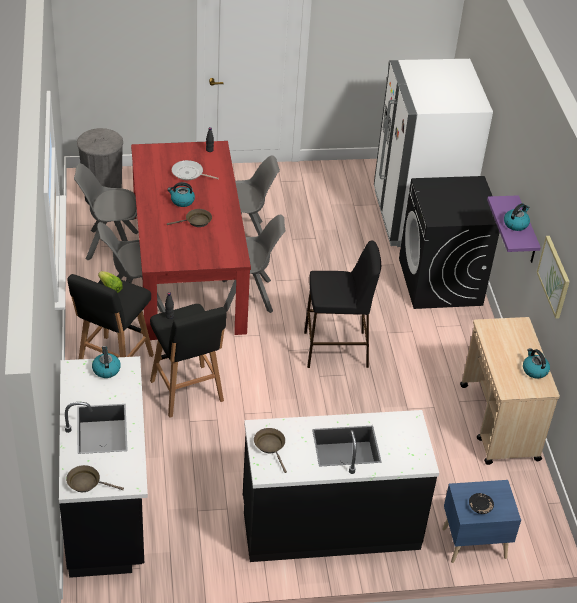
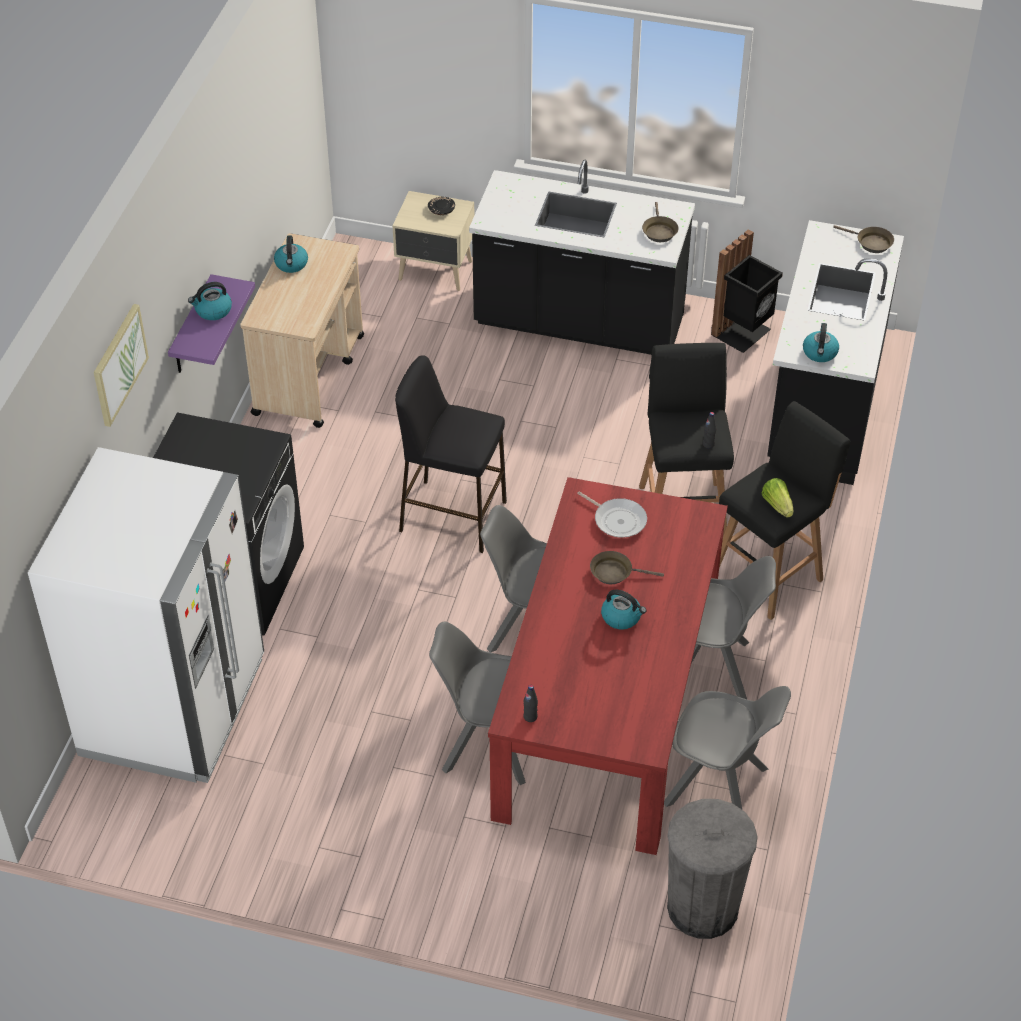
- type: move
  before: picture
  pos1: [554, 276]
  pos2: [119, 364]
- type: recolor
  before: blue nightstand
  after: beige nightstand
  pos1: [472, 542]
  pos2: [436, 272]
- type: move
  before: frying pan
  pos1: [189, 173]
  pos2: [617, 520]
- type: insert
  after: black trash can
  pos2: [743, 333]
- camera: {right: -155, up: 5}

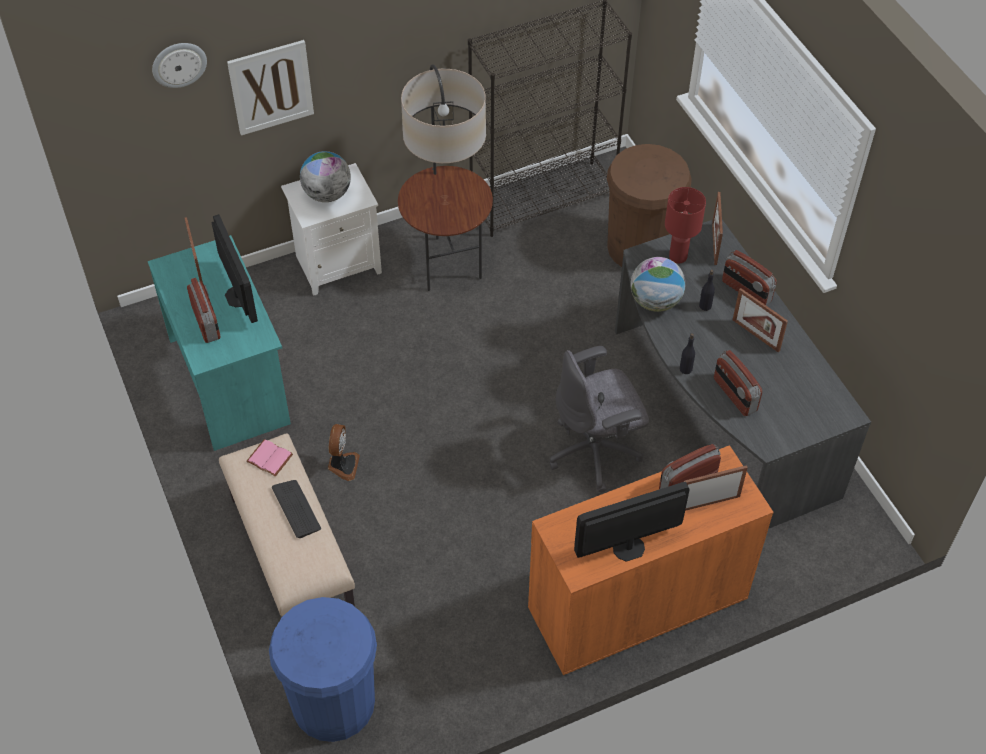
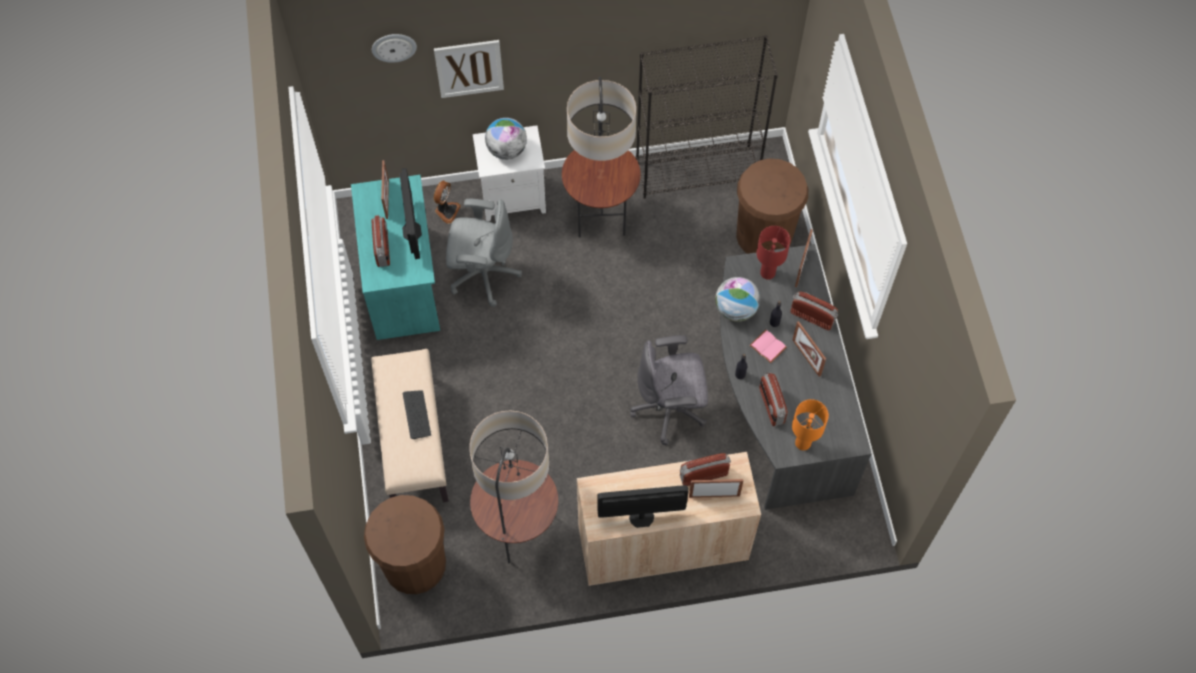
- type: recolor
  before: blue trash can
  after: brown trash can
  pos1: [333, 702]
  pos2: [414, 564]
- type: move
  before: fan
  pos1: [342, 465]
  pos2: [446, 211]
- type: insert
  after: grey office chair
  pos2: [483, 274]
- type: insert
  after: floor lamp
  pos2: [518, 531]
- type: recolor
  before: orange cabinet
  after: beige cabinet
  pos1: [637, 604]
  pos2: [662, 543]
- type: move
  before: pink book
  pos1: [268, 459]
  pos2: [767, 347]
- type: rotate
  before: radio
  pos1: [746, 291]
  pos2: [812, 317]
  turn: 150
- type: insert
  after: orange table lamp
  pos2: [802, 443]
- camera: {right: 15, up: 10}

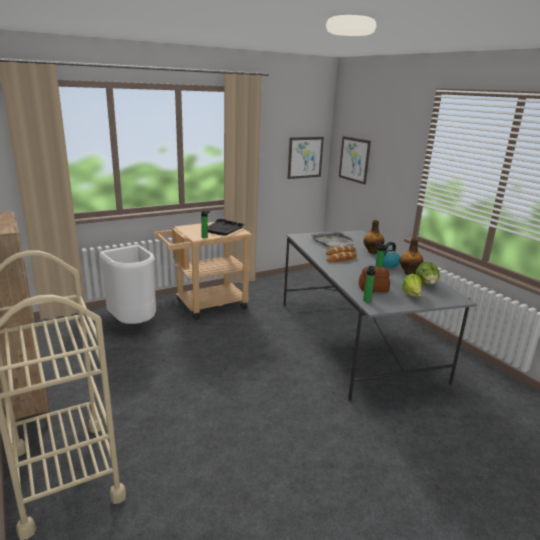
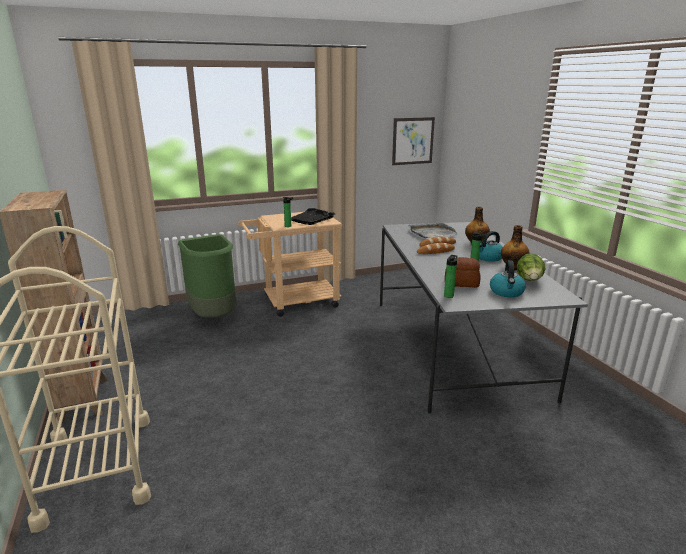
- type: recolor
  before: white trash can
  after: green trash can
  pos1: [134, 322]
  pos2: [214, 317]
- type: replace
  before: lettuce
  after: kettle
  pos1: [412, 295]
  pos2: [506, 292]
- type: delete
  before: picture
  pos1: [354, 159]
- camera: {right: 10, up: 0}

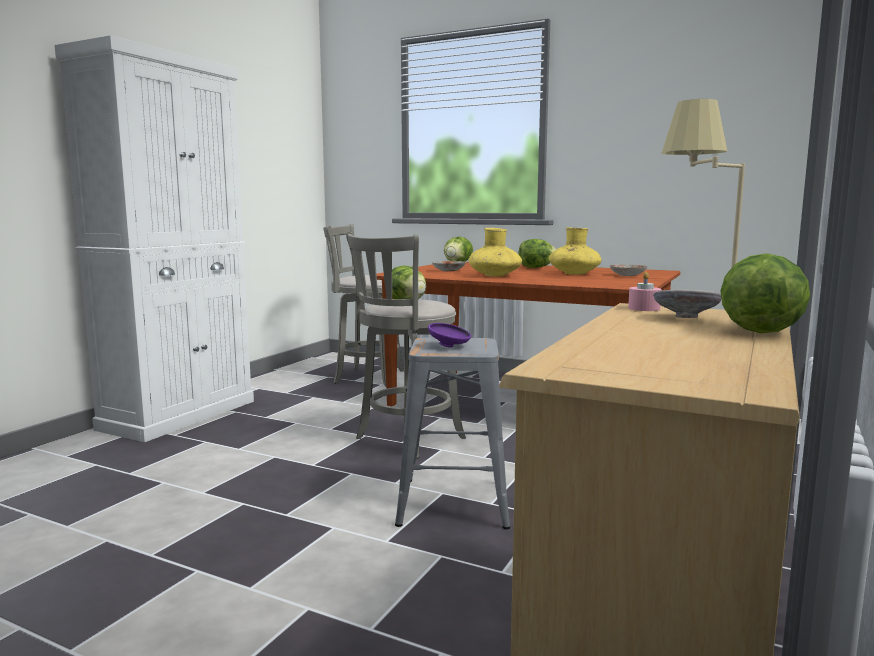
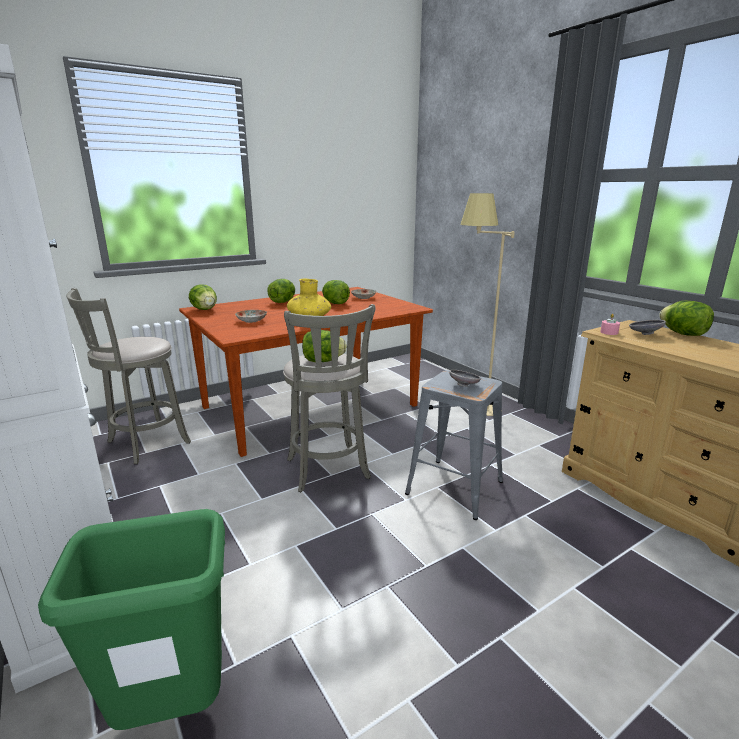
- type: insert
  after: green trash can
  pos2: [174, 711]
- type: replace
  before: yellow vase
  after: lettuce
  pos1: [574, 274]
  pos2: [335, 303]
- type: recolor
  before: purple bowl
  after: grey bowl
  pos1: [450, 346]
  pos2: [464, 385]
- camera: {right: -60, up: 10}

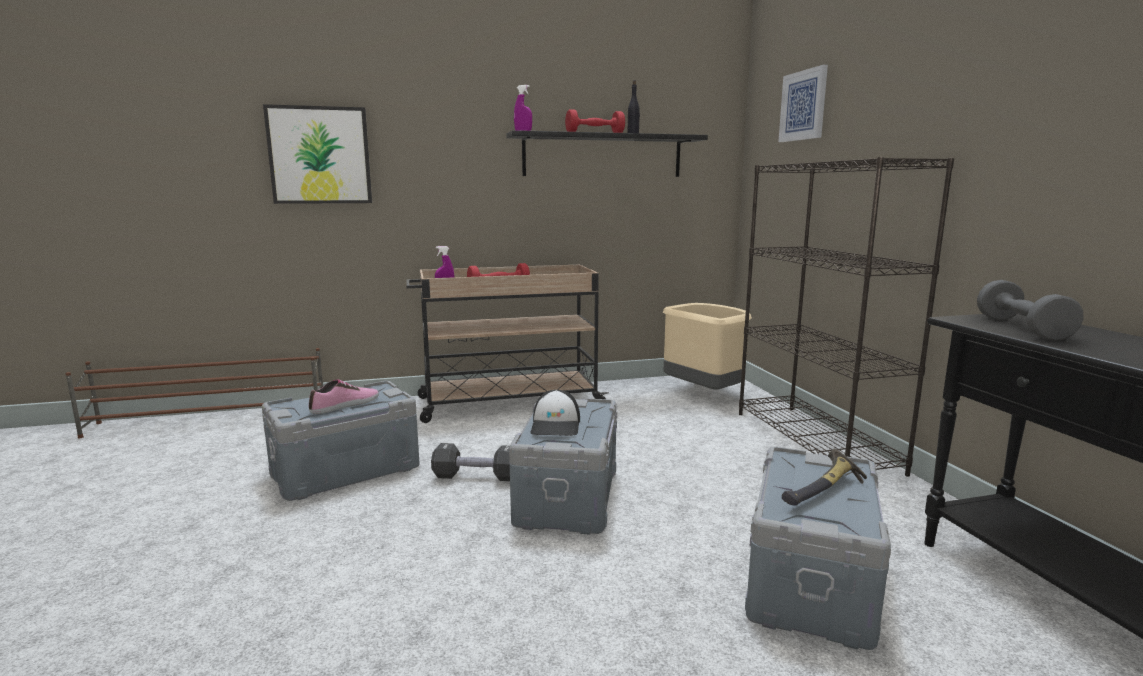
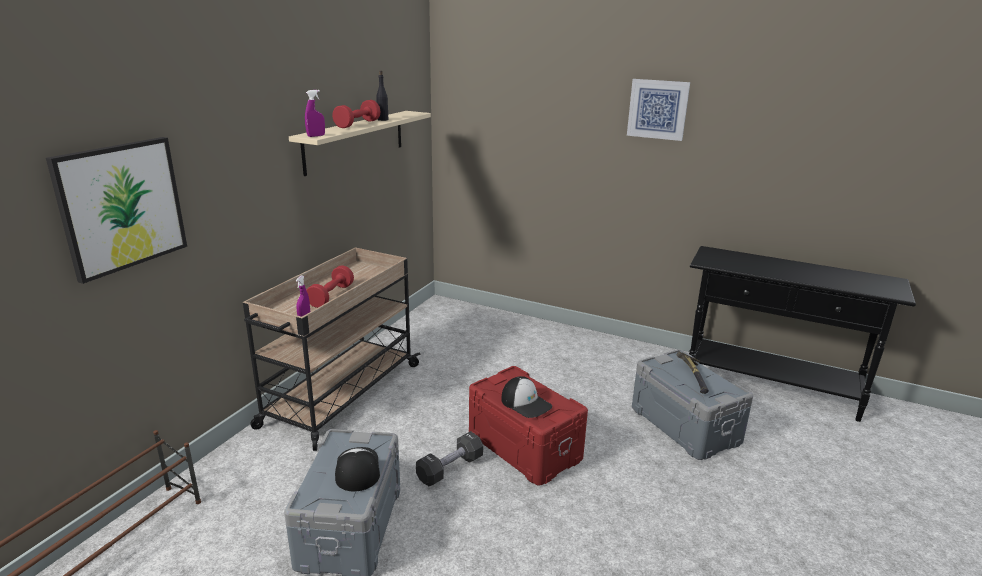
- type: recolor
  before: black shelf
  after: beige shelf
  pos1: [603, 156]
  pos2: [355, 141]
- type: replace
  before: shoe
  after: cap
  pos1: [345, 405]
  pos2: [357, 469]
- type: recolor
  before: grey storage box
  after: red storage box
  pos1: [569, 496]
  pos2: [525, 446]
- type: move
  before: picture
  pos1: [803, 105]
  pos2: [658, 109]
- type: delete
  before: beige trash can
  pos1: [703, 393]
- type: delete
  before: black bookcase
  pos1: [815, 441]
- type: delete
  before: grey dumbbell
  pos1: [1022, 328]
- camera: {right: -50, up: 10}

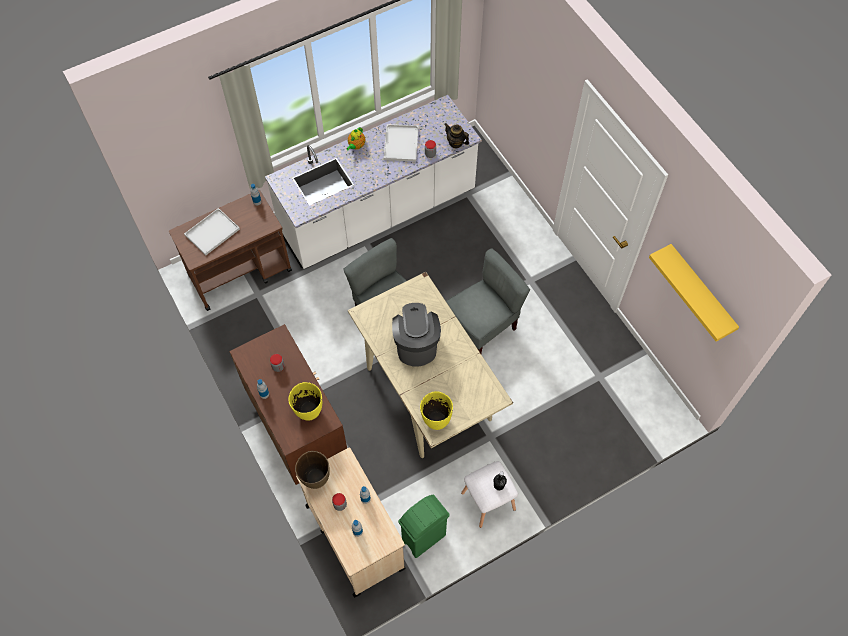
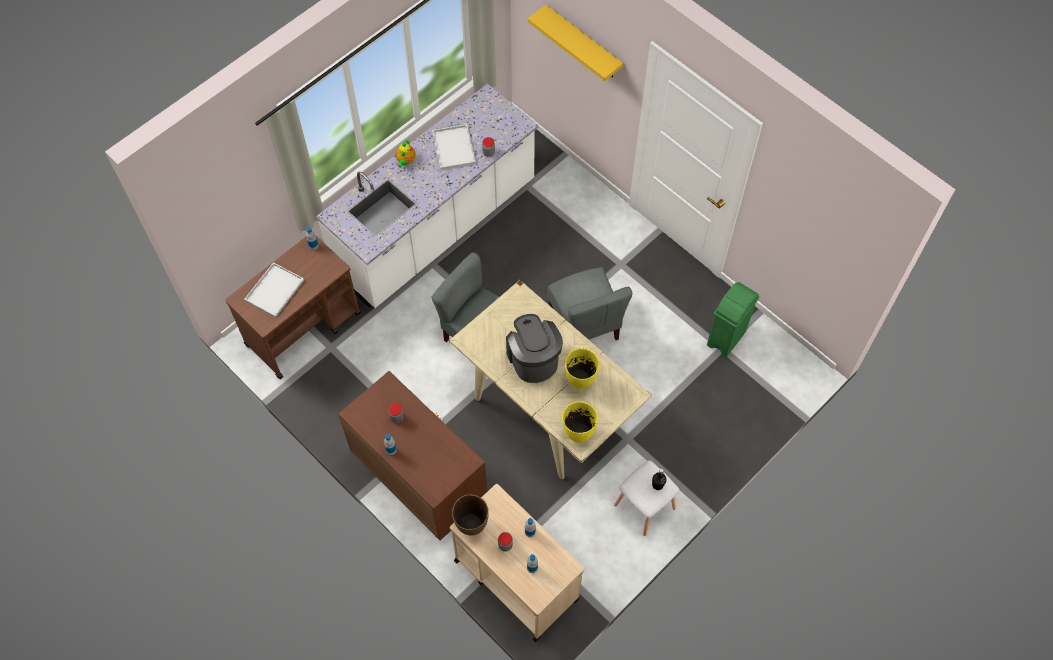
- type: move
  before: yellow shelf
  pos1: [700, 292]
  pos2: [583, 43]
- type: rotate
  before: grey chair
  pos1: [482, 326]
  pos2: [585, 325]
  turn: 120
- type: move
  before: yellow vase
  pos1: [309, 412]
  pos2: [580, 380]
- type: move
  before: green trash can
  pos1: [424, 537]
  pos2: [726, 338]
- type: delete
  before: teapot
  pos1: [456, 143]
- camera: {right: -15, up: 0}

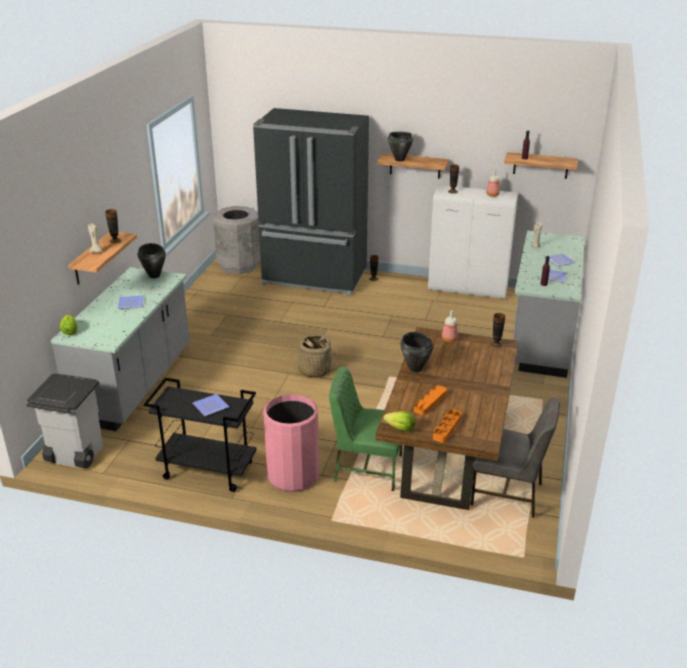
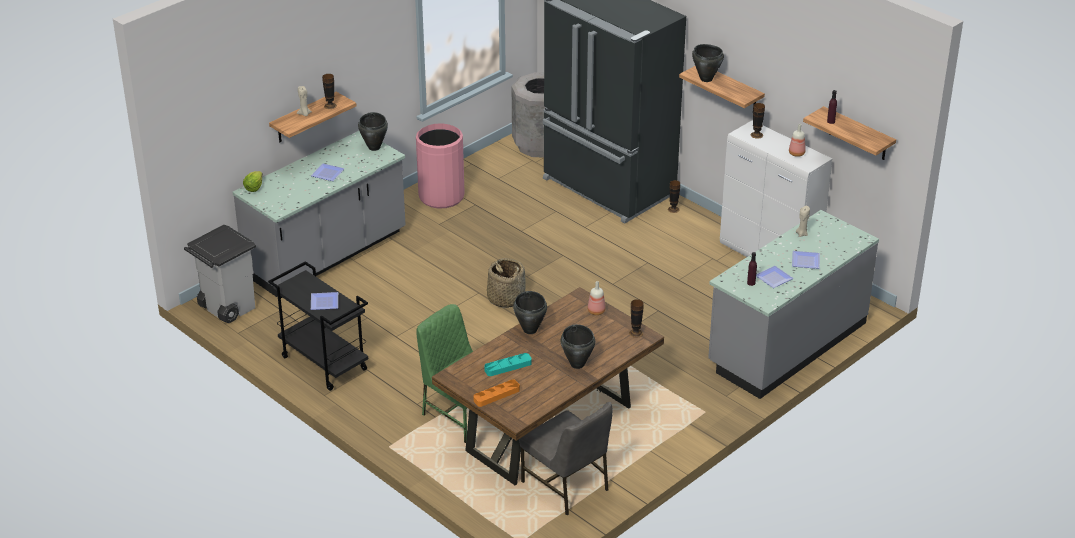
- type: move
  before: pink trash can
  pos1: [293, 475]
  pos2: [441, 196]
- type: recolor
  before: orange tray
  after: turquoise tray
  pos1: [430, 402]
  pos2: [508, 367]
- type: insert
  after: black cooking pot
  pos2: [577, 364]
- type: delete
  before: lettuce
  pos1: [400, 428]
- camera: {right: 30, up: 5}

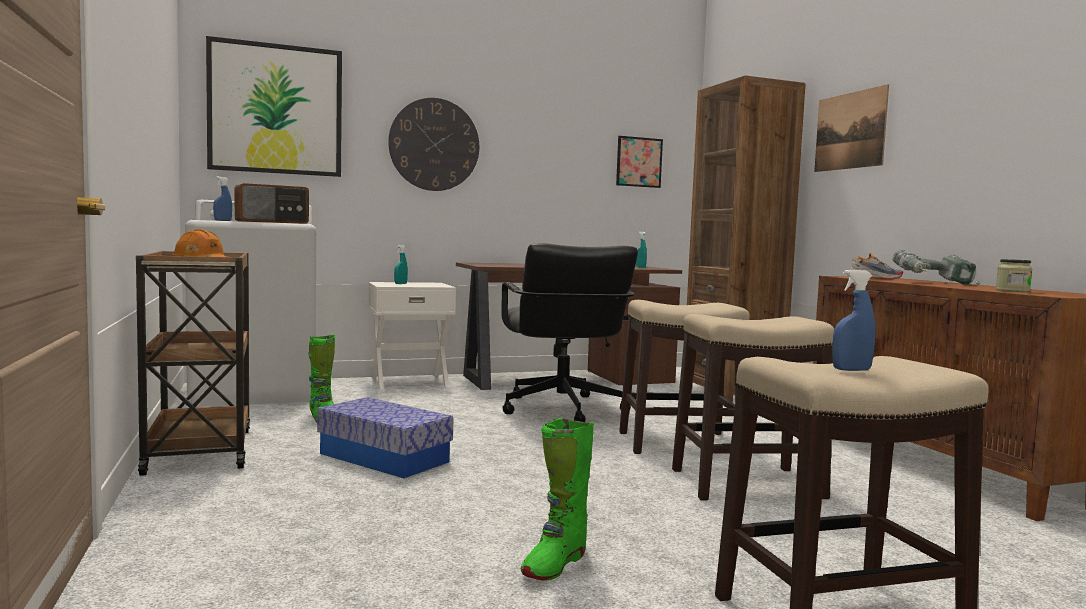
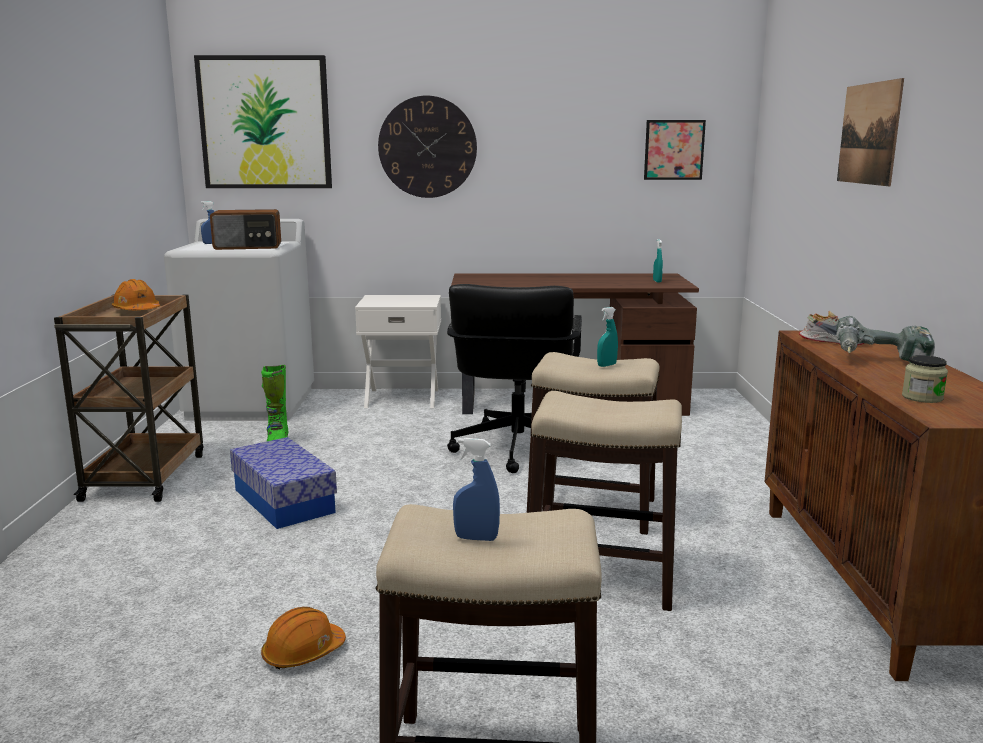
- type: replace
  before: green boot
  after: orange hard hat
  pos1: [554, 565]
  pos2: [303, 653]
- type: move
  before: turquoise spray bottle
  pos1: [400, 284]
  pos2: [606, 365]
- type: delete
  before: brown bookcase
  pos1: [732, 394]
- camera: {right: 20, up: 10}

